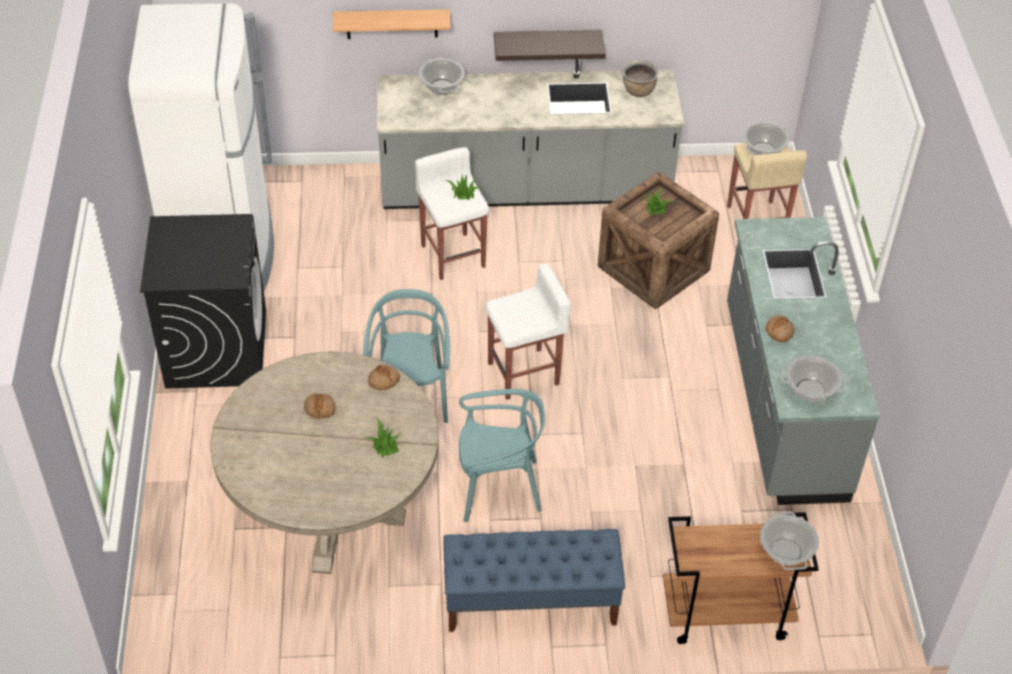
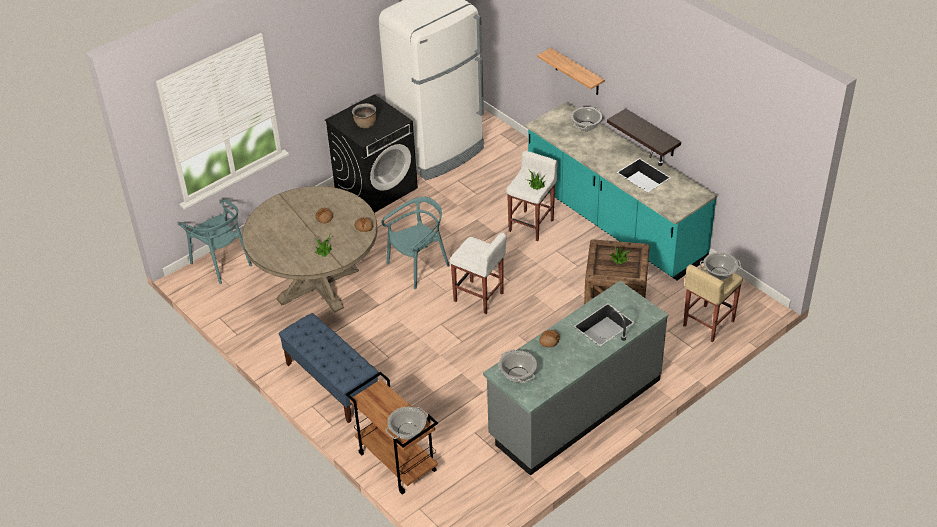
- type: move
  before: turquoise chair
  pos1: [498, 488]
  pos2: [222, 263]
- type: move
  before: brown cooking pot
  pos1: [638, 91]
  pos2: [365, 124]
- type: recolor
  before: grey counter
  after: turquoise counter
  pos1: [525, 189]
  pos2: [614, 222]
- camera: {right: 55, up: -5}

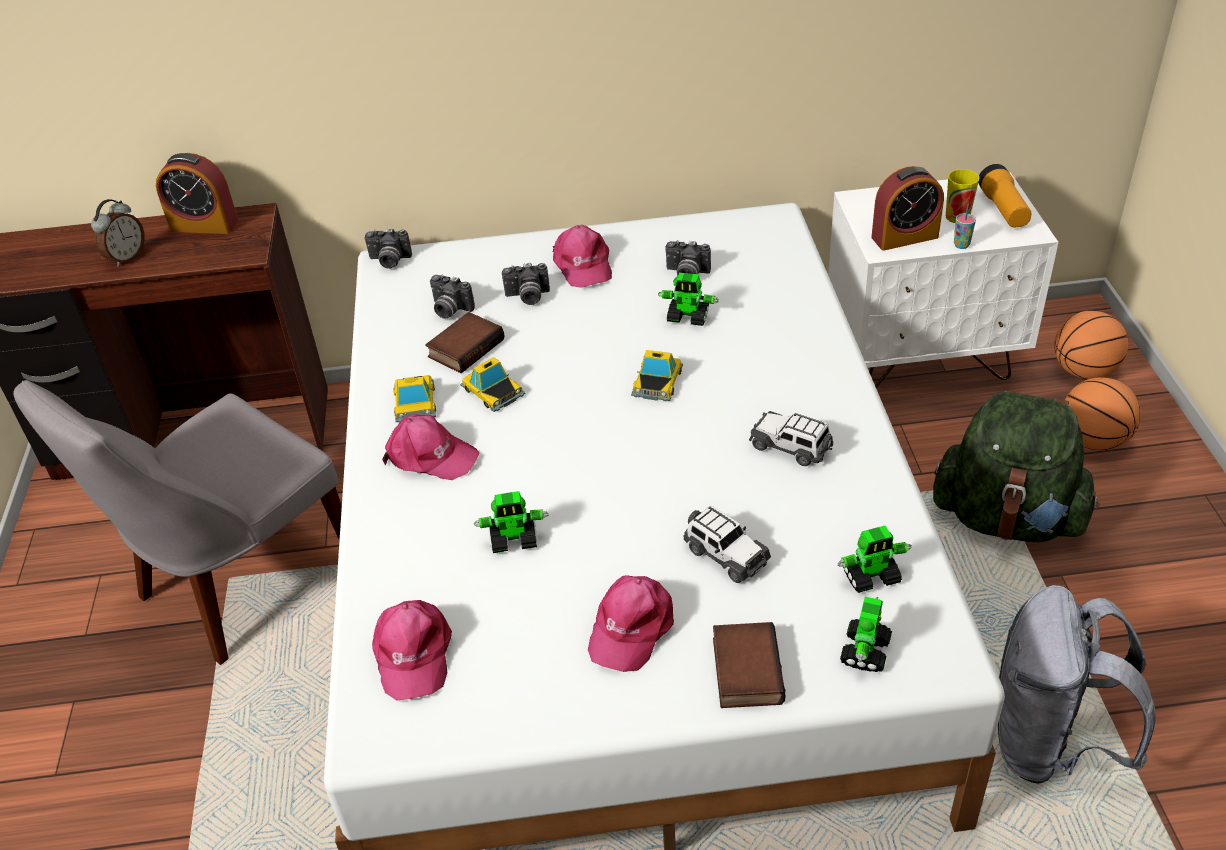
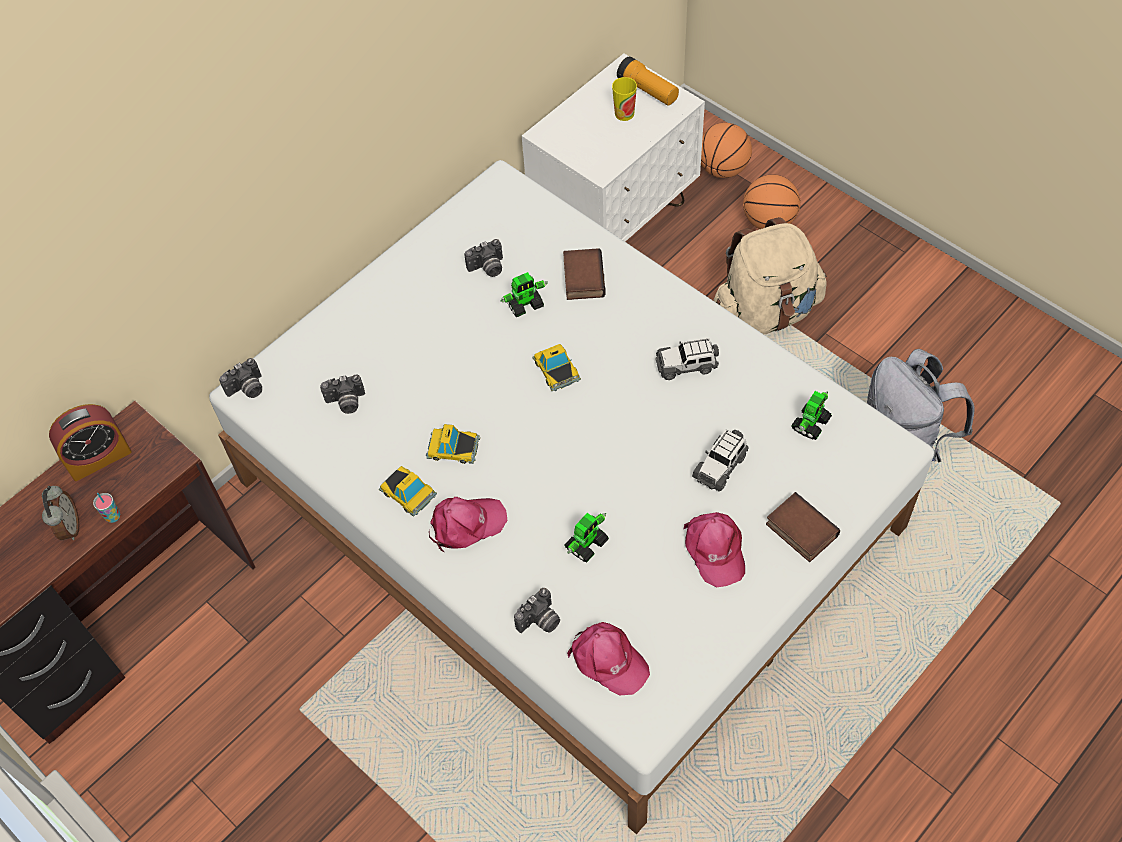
- type: move
  before: cup
  pos1: [961, 245]
  pos2: [113, 516]
- type: move
  before: photo camera
  pos1: [527, 297]
  pos2: [540, 621]
- type: move
  before: book
  pos1: [465, 347]
  pos2: [582, 277]
- type: rotate
  before: toy car
  pos1: [725, 555]
  pos2: [720, 466]
  turn: 120
- type: recolor
  before: green backpack
  after: beige backpack
  pos1: [1007, 518]
  pos2: [765, 312]
- type: delete
  before: grey chair
  pos1: [239, 584]
- type: delete
  before: pink cap
  pos1: [582, 265]
- type: delete
  before: toy robot
  pos1: [865, 650]
- type: delete
  before: alarm clock
  pos1: [904, 237]
- camera: {right: -40, up: 15}

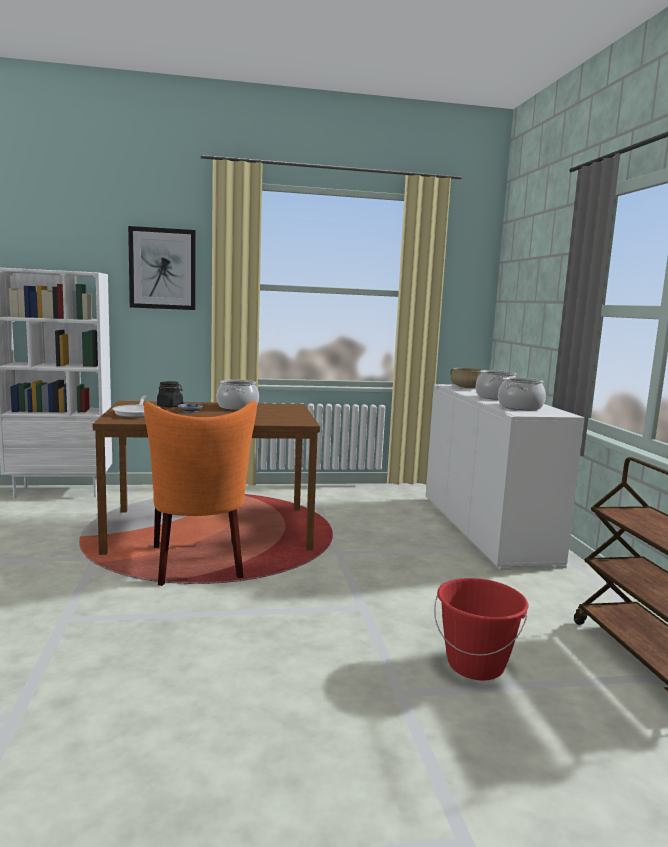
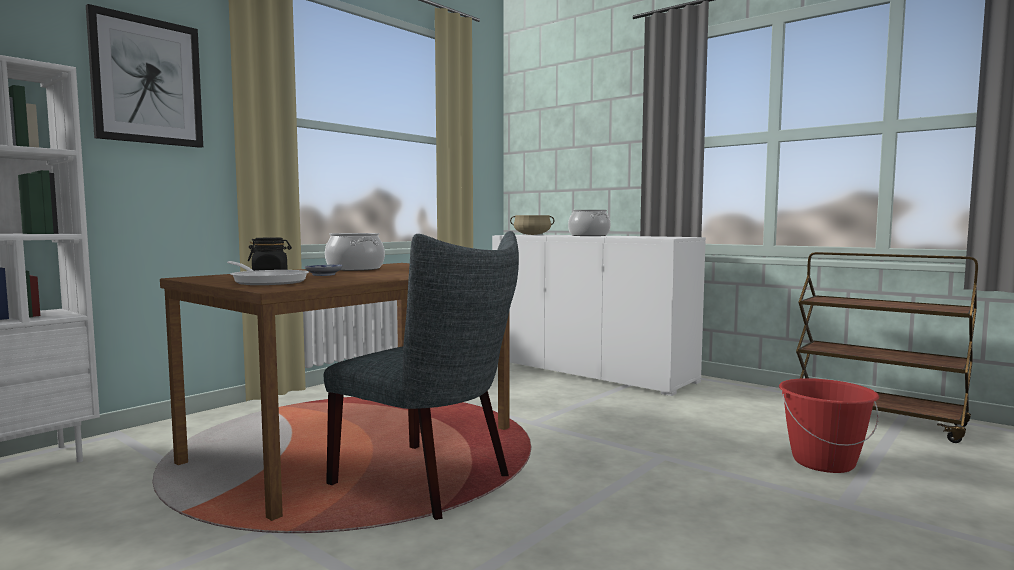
- type: recolor
  before: orange chair
  after: grey chair
  pos1: [199, 565]
  pos2: [431, 482]
- type: delete
  before: cooking pot
  pos1: [520, 407]
- camera: {right: -40, up: -5}

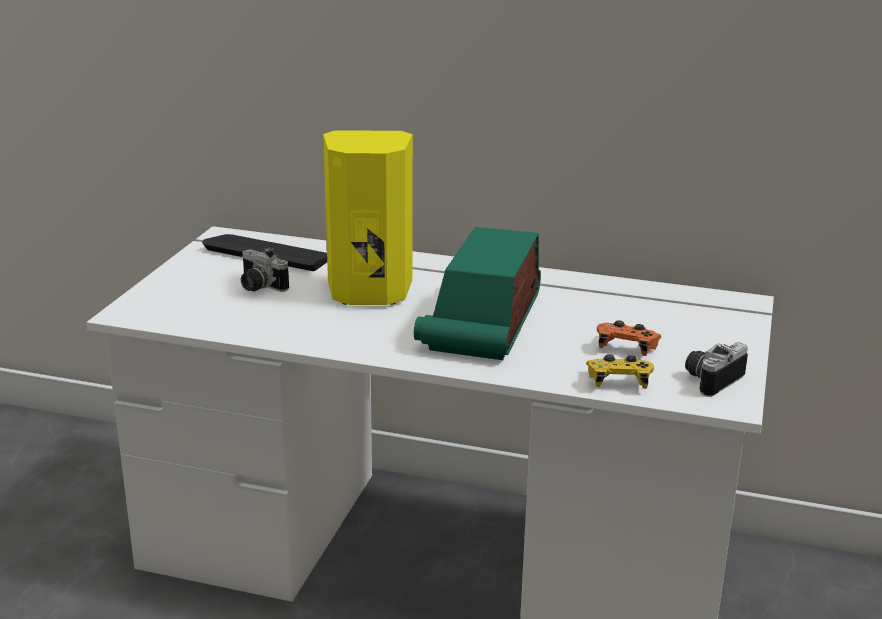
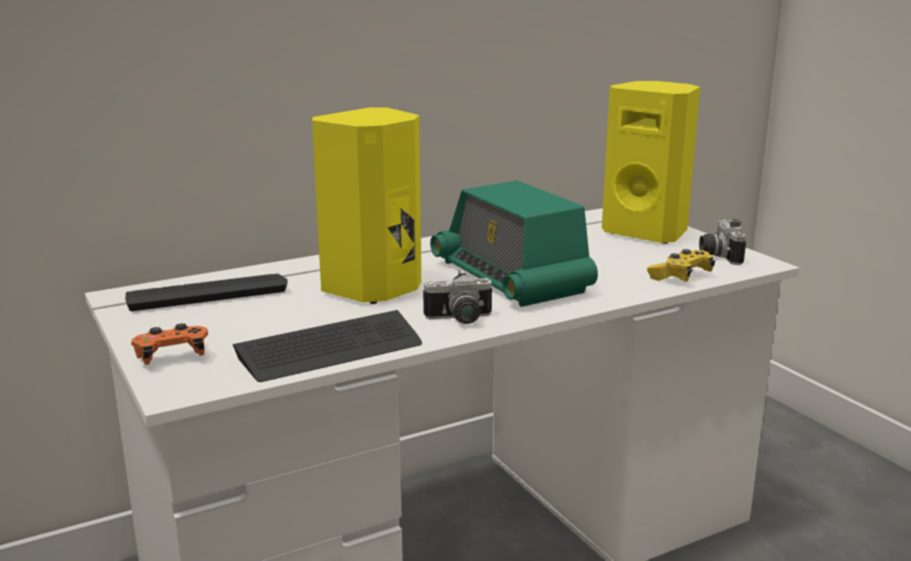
- type: move
  before: orange game controller
  pos1: [626, 348]
  pos2: [171, 357]
- type: insert
  after: keyboard
  pos2: [330, 349]
- type: move
  before: photo camera
  pos1: [258, 287]
  pos2: [460, 320]
- type: insert
  after: yellow speaker
  pos2: [647, 232]
- camera: {right: -45, up: -5}

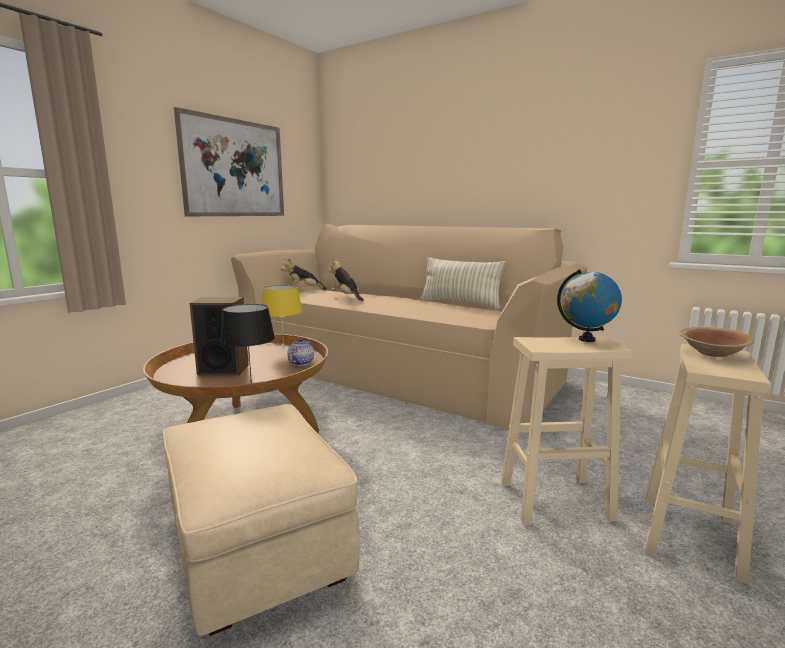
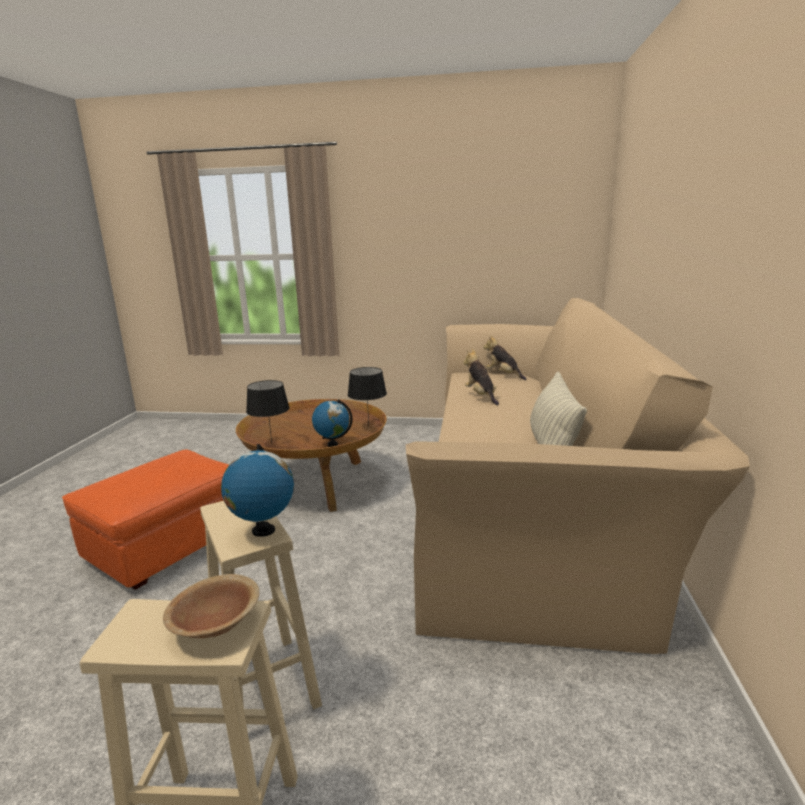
- type: recolor
  before: beige ottoman
  after: orange ottoman
  pos1: [257, 548]
  pos2: [166, 545]
- type: replace
  before: teapot
  after: globe
  pos1: [300, 363]
  pos2: [332, 444]
- type: recolor
  before: yellow table lamp
  after: black table lamp
  pos1: [284, 347]
  pos2: [368, 427]
- type: rotate
  before: plush toy
  pos1: [346, 297]
  pos2: [481, 396]
  turn: -45
- type: delete
  before: picture
  pos1: [235, 168]
- type: delete
  before: speaker
  pos1: [223, 370]
- camera: {right: 65, up: 5}

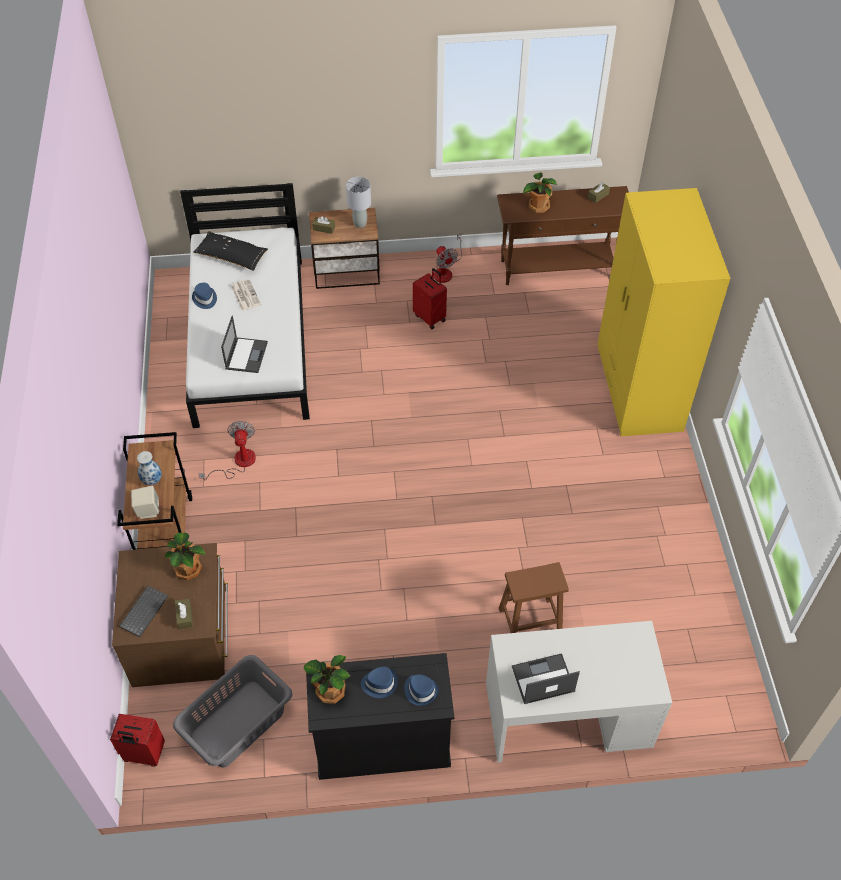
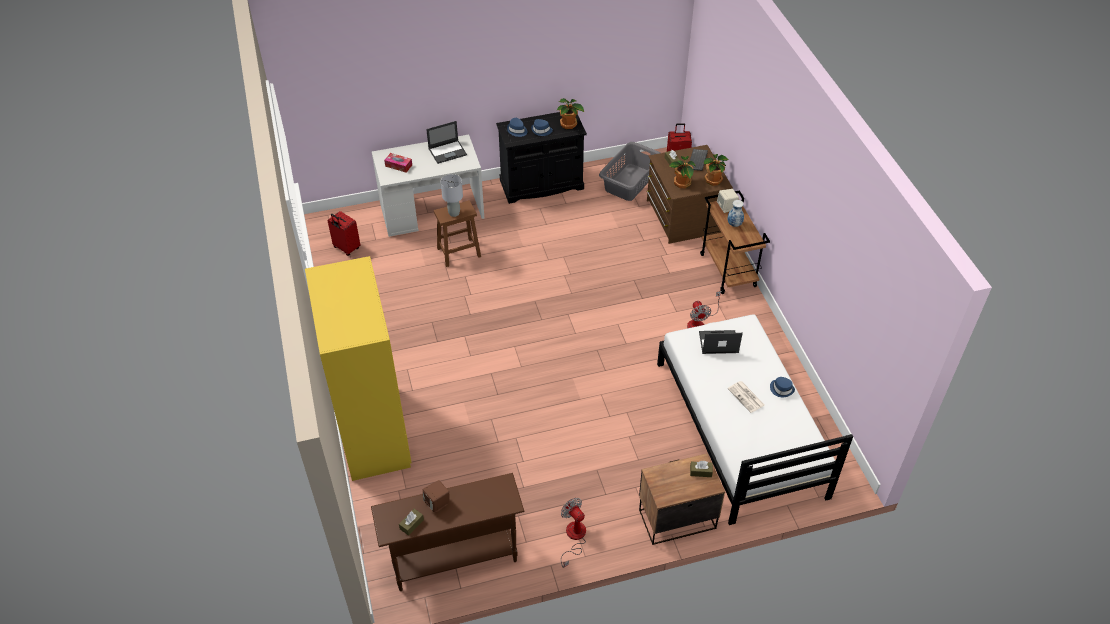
- type: move
  before: red suitcase
  pos1: [430, 317]
  pos2: [346, 248]
- type: insert
  after: tissue box
  pos2: [398, 165]
- type: insert
  after: brown speaker
  pos2: [437, 503]
- type: move
  before: grey table lamp
  pos1: [360, 223]
  pos2: [454, 213]
- type: rotate
  before: laptop
  pos1: [246, 355]
  pos2: [718, 342]
  turn: 90
- type: move
  before: potted plant
  pos1: [538, 206]
  pos2: [714, 180]
- type: delete
  before: black pillow
  pos1: [231, 256]
- camera: {right: 170, up: -5}

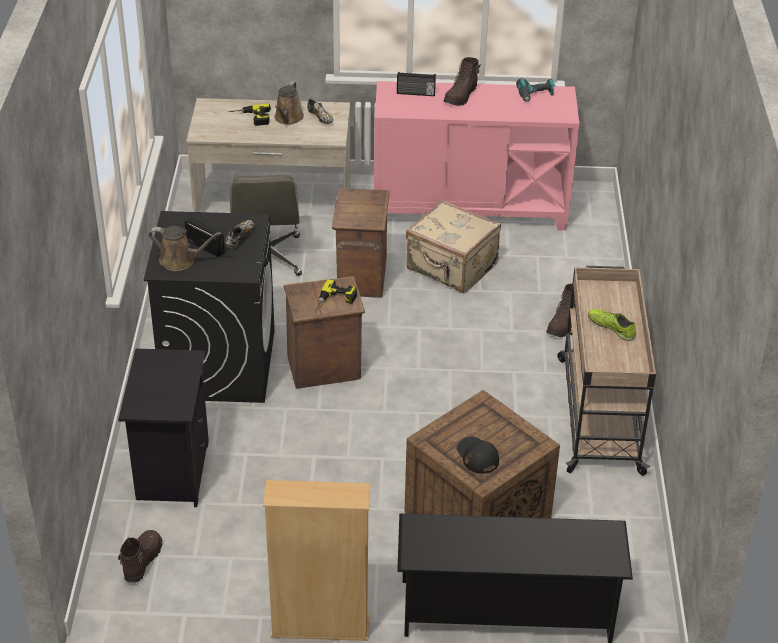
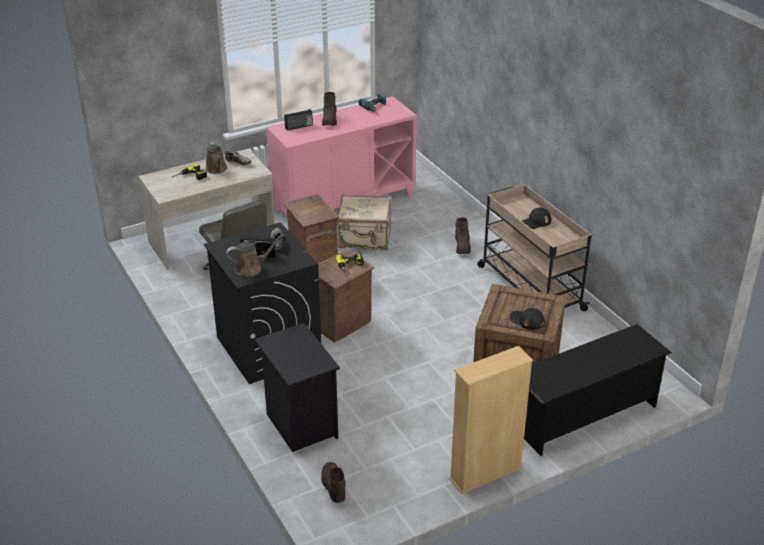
- type: replace
  before: shoe
  after: black cap
  pos1: [611, 328]
  pos2: [536, 222]
- camera: {right: -30, up: -5}

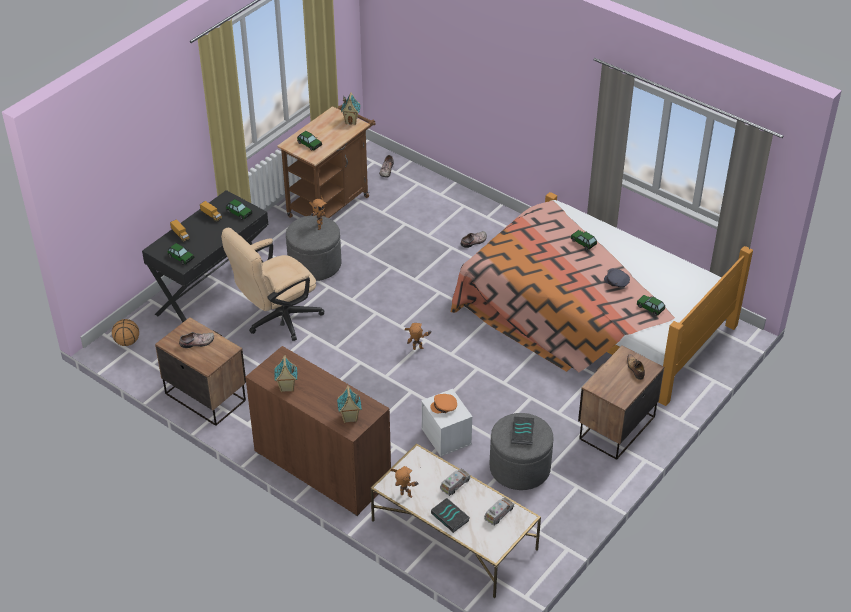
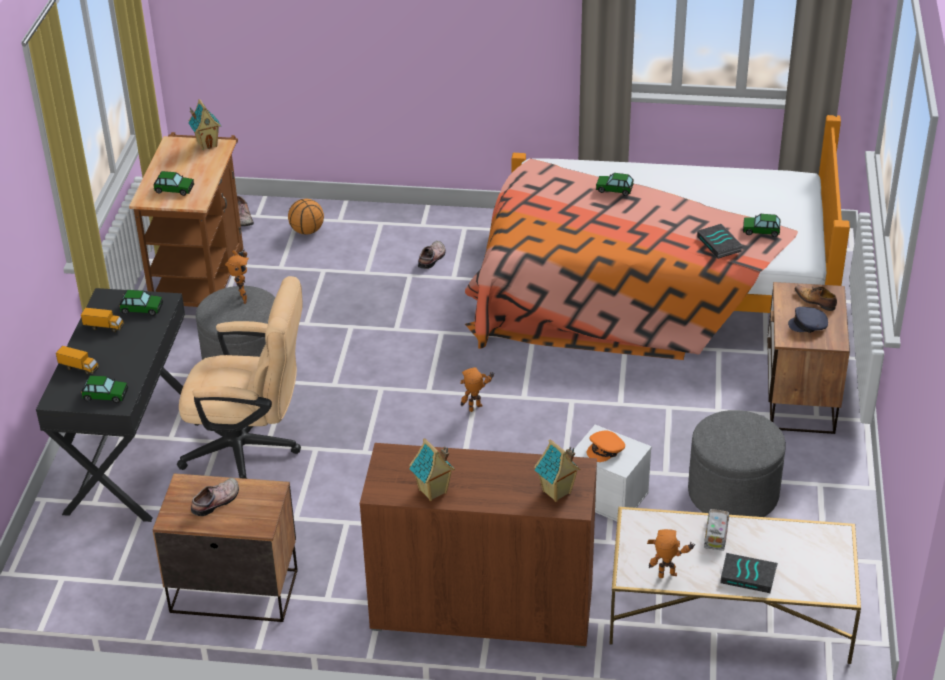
- type: rotate
  before: beige office chair
  pos1: [277, 319]
  pos2: [251, 449]
  turn: -105
- type: move
  before: basketball
  pos1: [127, 342]
  pos2: [307, 231]
- type: move
  before: book
  pos1: [523, 433]
  pos2: [720, 244]
- type: move
  before: grey cap
  pos1: [616, 282]
  pos2: [808, 325]
- type: delete
  before: toy truck
  pos1: [499, 514]
- camera: {right: -30, up: -5}

